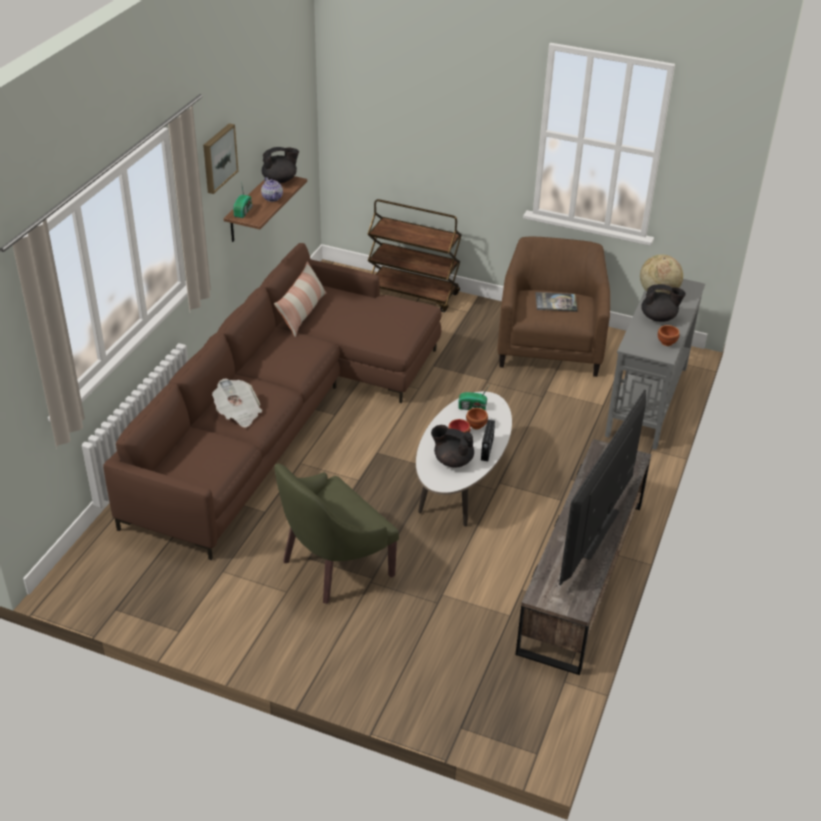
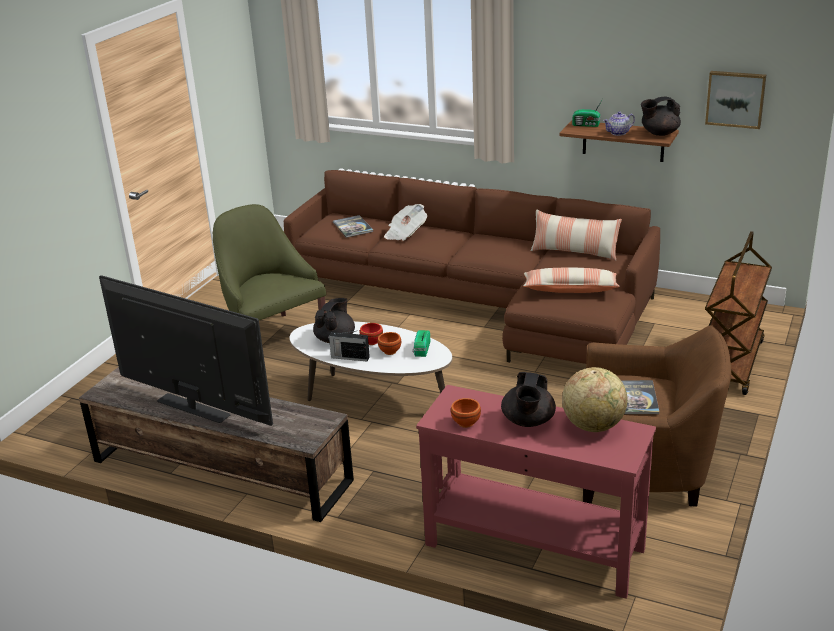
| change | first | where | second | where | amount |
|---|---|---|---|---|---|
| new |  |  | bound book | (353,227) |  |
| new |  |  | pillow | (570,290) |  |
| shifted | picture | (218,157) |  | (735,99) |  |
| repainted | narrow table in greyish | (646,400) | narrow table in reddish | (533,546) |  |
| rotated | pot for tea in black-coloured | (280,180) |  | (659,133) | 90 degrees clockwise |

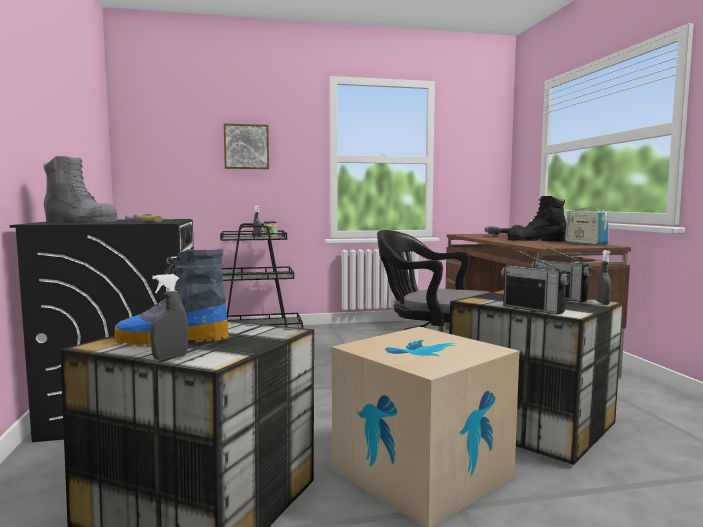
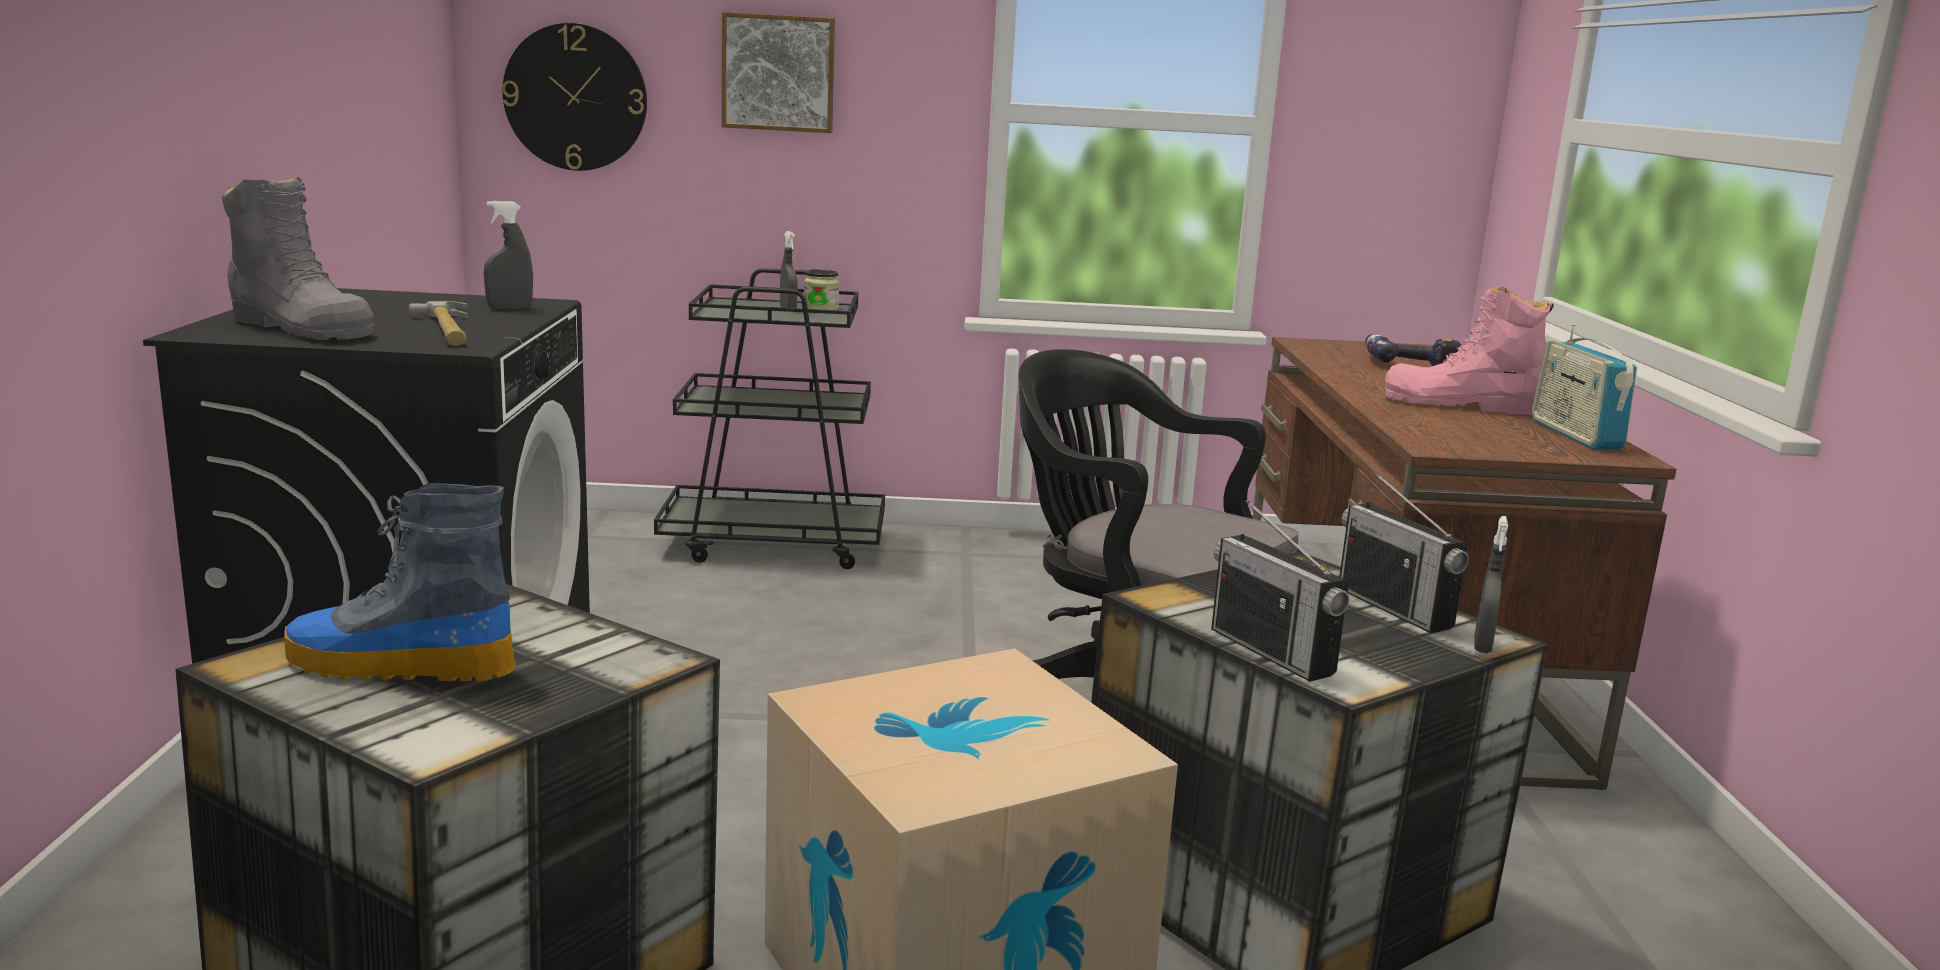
| change | first | where | second | where | amount |
|---|---|---|---|---|---|
| new |  |  | clock on the wall | (575,97) |  |
| shifted | spray bottle in greyish | (170,357) |  | (509,308) |  |
| repainted | tall boot in black-coloured | (536,240) | tall boot in pink-coloured | (1461,405) |  |

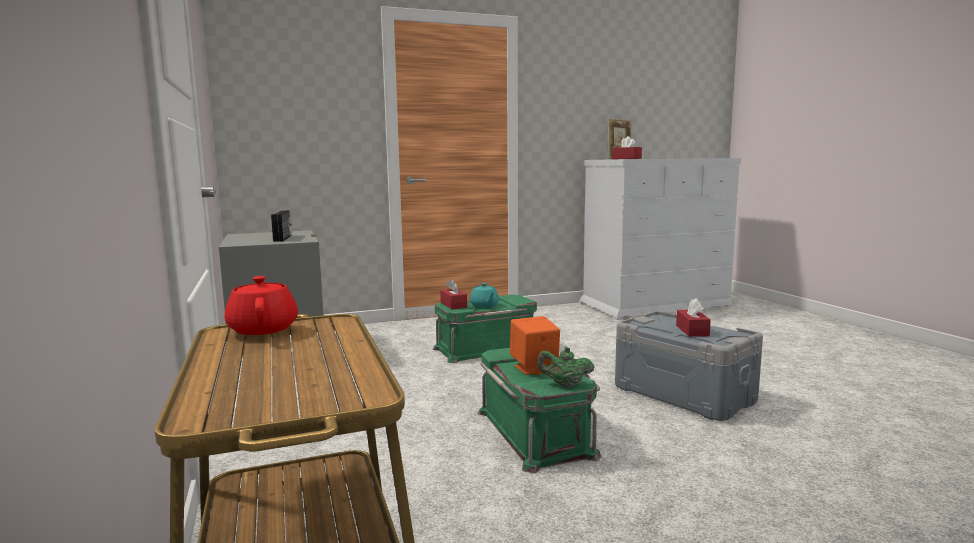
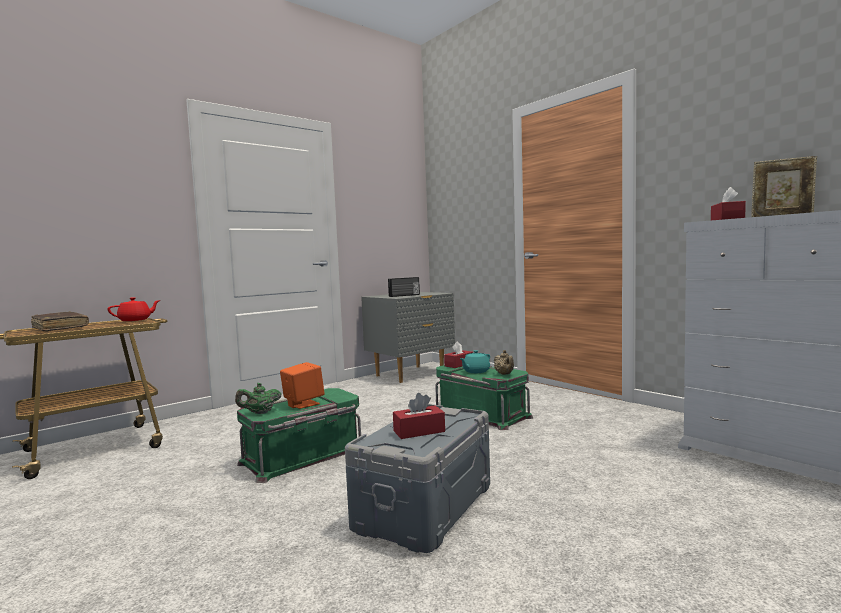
| change | first | where | second | where | amount |
|---|---|---|---|---|---|
| new |  |  | bound book in brown-coloured | (60,327) |  |
| new |  |  | pot for tea in beige-coloured | (504,374) |  |
| rotated | pot for tea in greenish | (565,384) |  | (260,413) | 105 degrees counterclockwise |

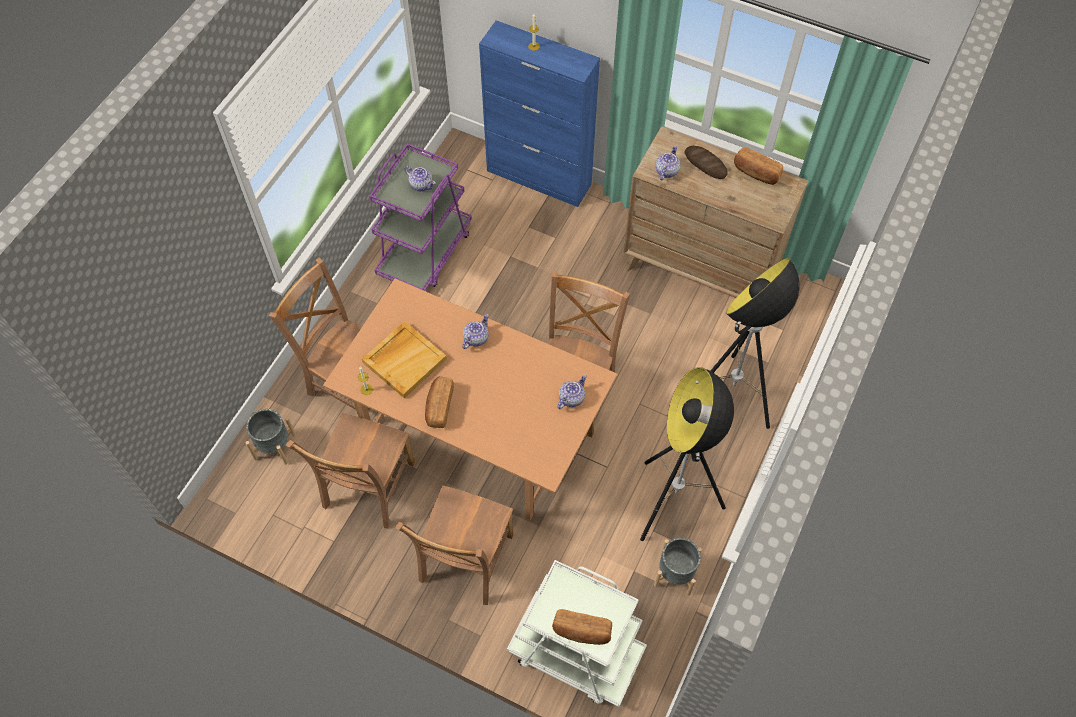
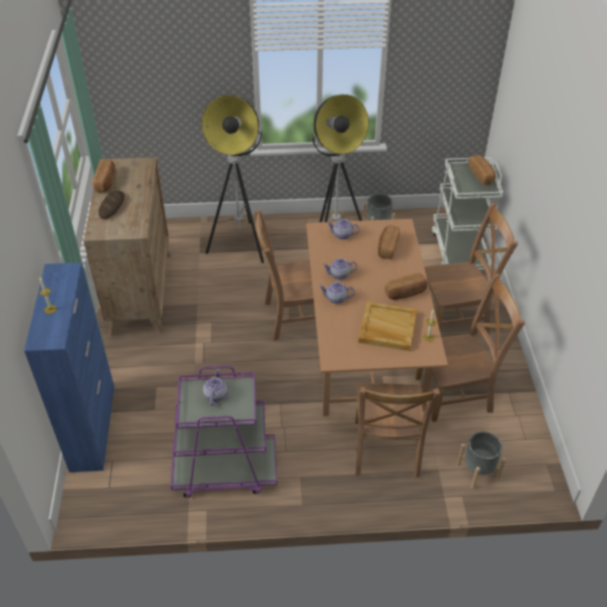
| change | first | where | second | where | amount |
|---|---|---|---|---|---|
| new |  |  | bakery bread | (387,247) |  |
| shifted | pot for tea | (666,171) |  | (339,275) |  |

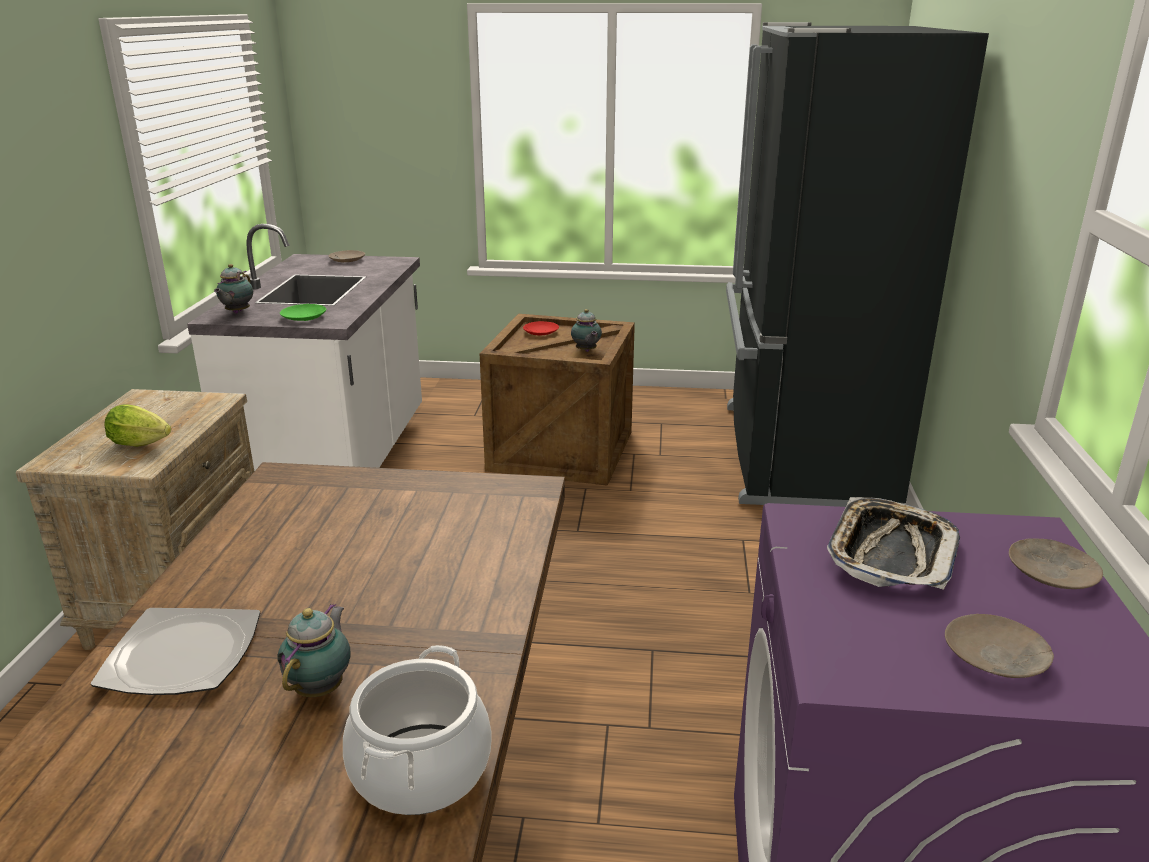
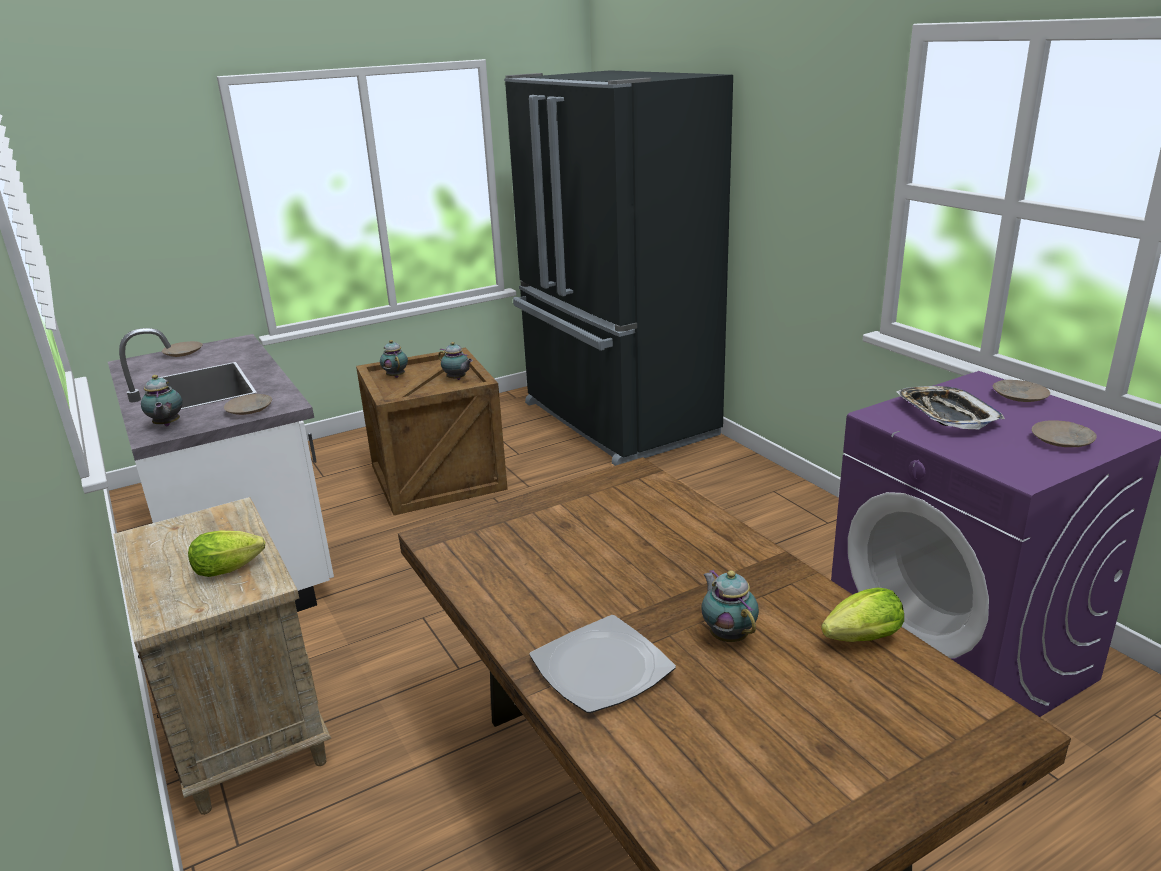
| change | first | where | second | where | amount |
|---|---|---|---|---|---|
| swapped | saucepot | (421,769) | lettuce head | (858,640) |  |
| swapped | dinner plate in reddish | (540,332) | pot for tea | (396,376) |  |
| repainted | dinner plate in greenish | (304,317) | dinner plate in beige-coloured | (250,409) |  |

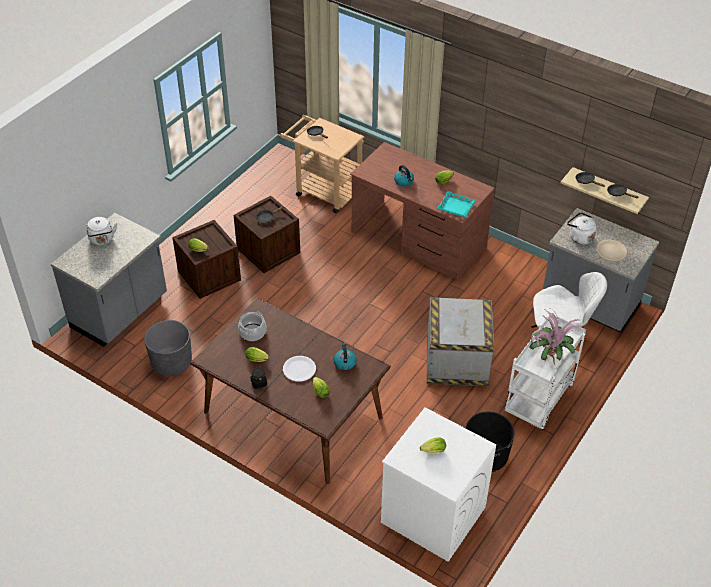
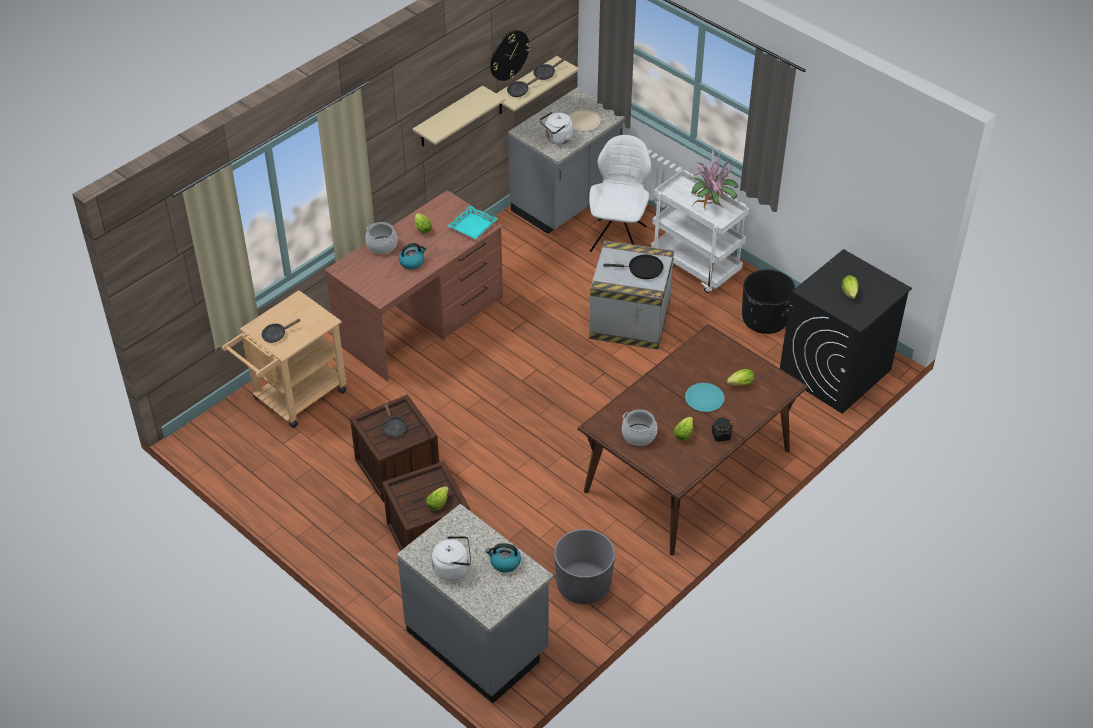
| change | first | where | second | where | amount |
|---|---|---|---|---|---|
| new |  |  | saucepot | (382,245) |  |
| new |  |  | wall shelf in beige-coloured | (448,118) |  |
| new |  |  | clock on the wall | (509,55) |  |
| new |  |  | pan in black-coloured | (643,269) |  |
| shifted | kettle | (344,362) |  | (504,562) |  |
| repainted | dinner plate in white-coloured | (299,369) | dinner plate in blue-green | (704,398) |  |
| repainted | laundry appliance in white-coloured | (432,514) | laundry appliance in black-coloured | (834,372) |  |

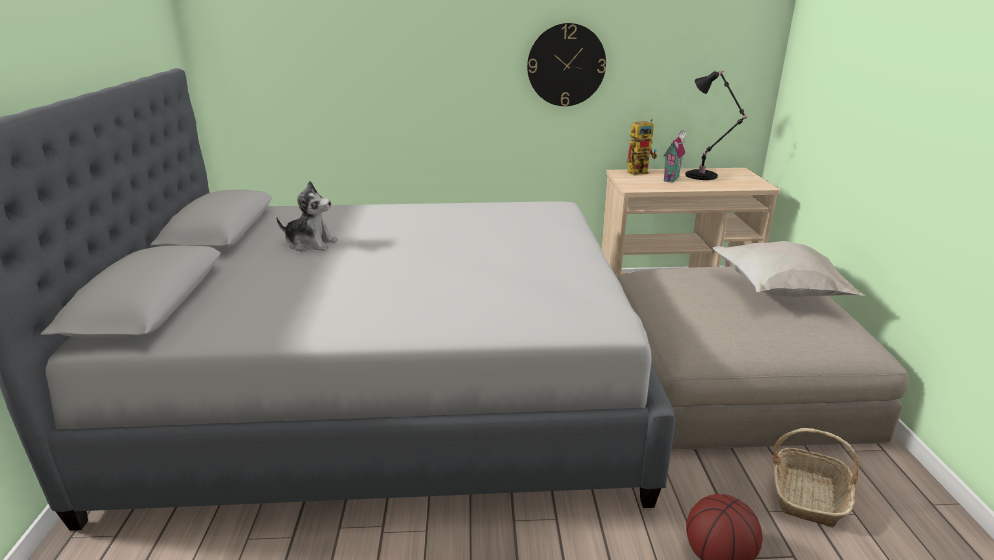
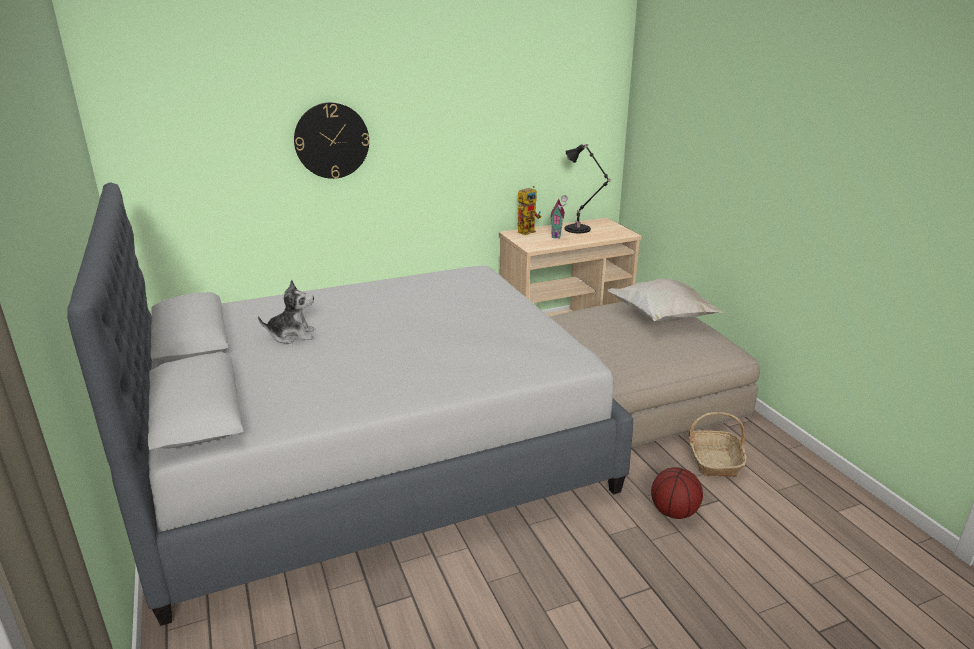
| change | first | where | second | where | amount |
|---|---|---|---|---|---|
| shifted | clock on the wall | (566,65) |  | (331,140) |  |

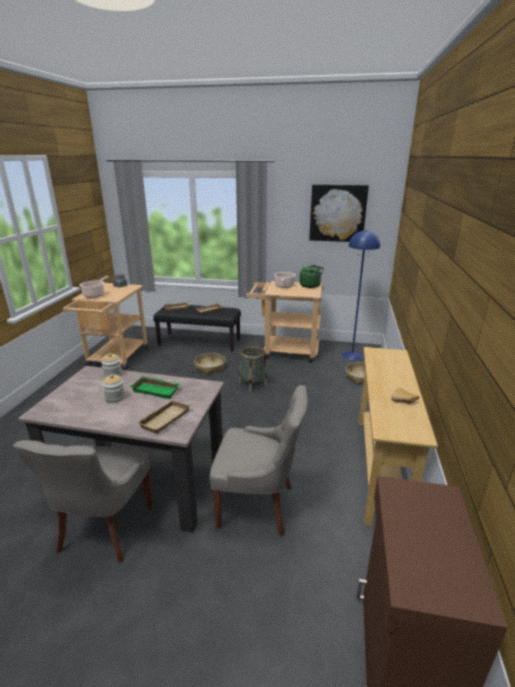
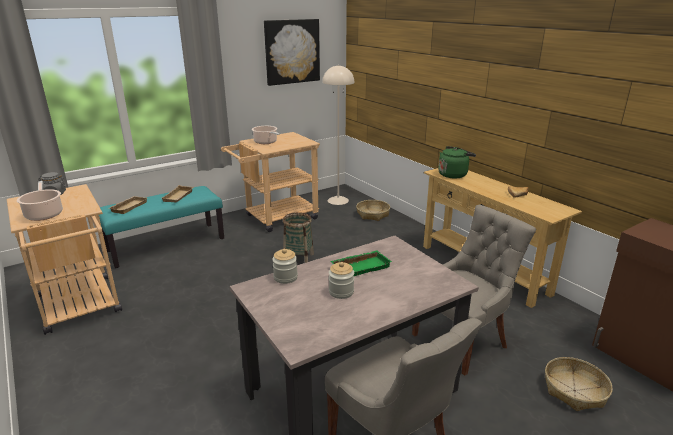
| change | first | where | second | where | amount |
|---|---|---|---|---|---|
| gone | tray in beige-coloured | (164,418) |  |  |  |
| shifted | household basket | (210,367) |  | (574,390) |  |
| shifted | kettle in greenish | (311,286) |  | (453,174) |  |
| repainted | bench in black-coloured | (200,342) | bench in blue-green | (167,244) |  |
| repainted | floor lamp in bluish | (352,355) | floor lamp in beige-coloured | (338,200) |  |

